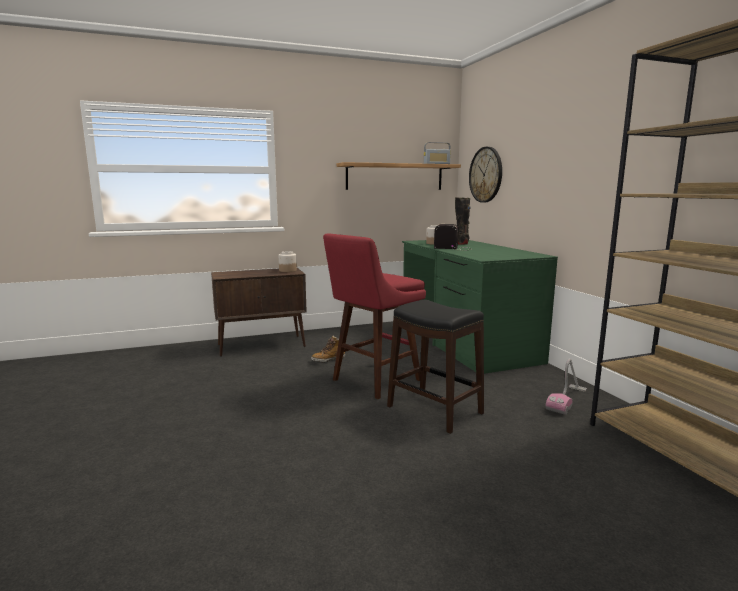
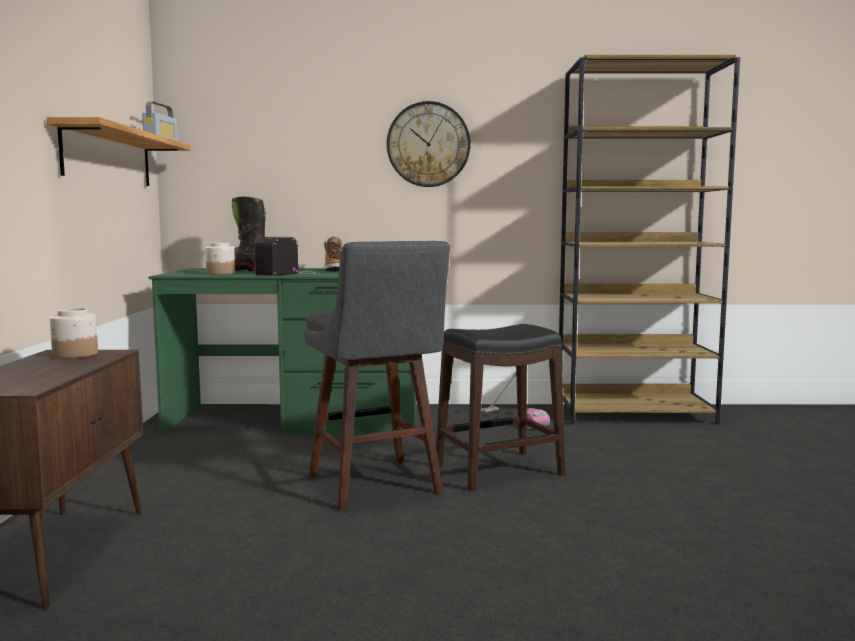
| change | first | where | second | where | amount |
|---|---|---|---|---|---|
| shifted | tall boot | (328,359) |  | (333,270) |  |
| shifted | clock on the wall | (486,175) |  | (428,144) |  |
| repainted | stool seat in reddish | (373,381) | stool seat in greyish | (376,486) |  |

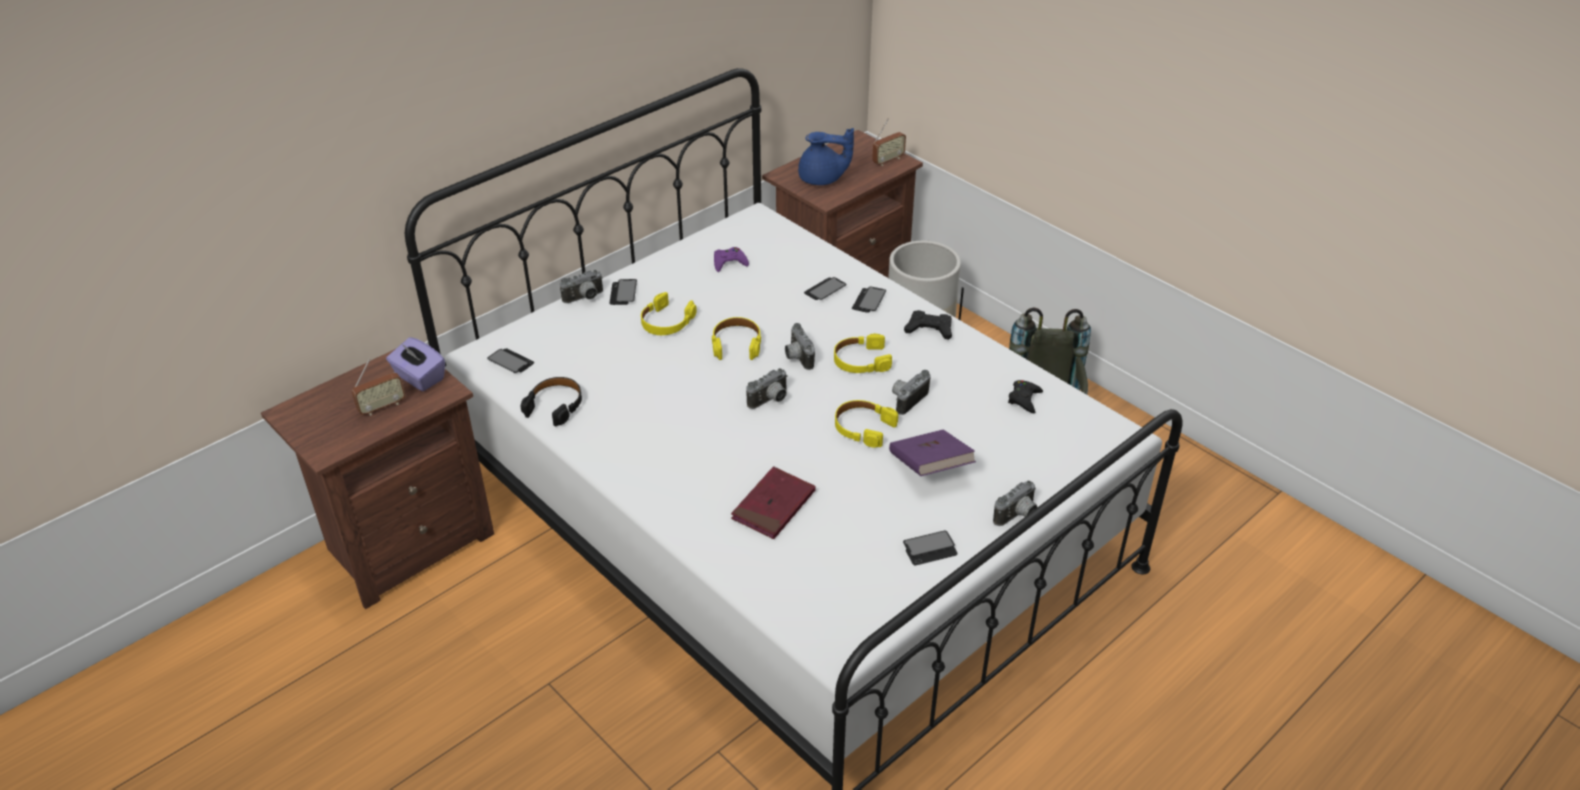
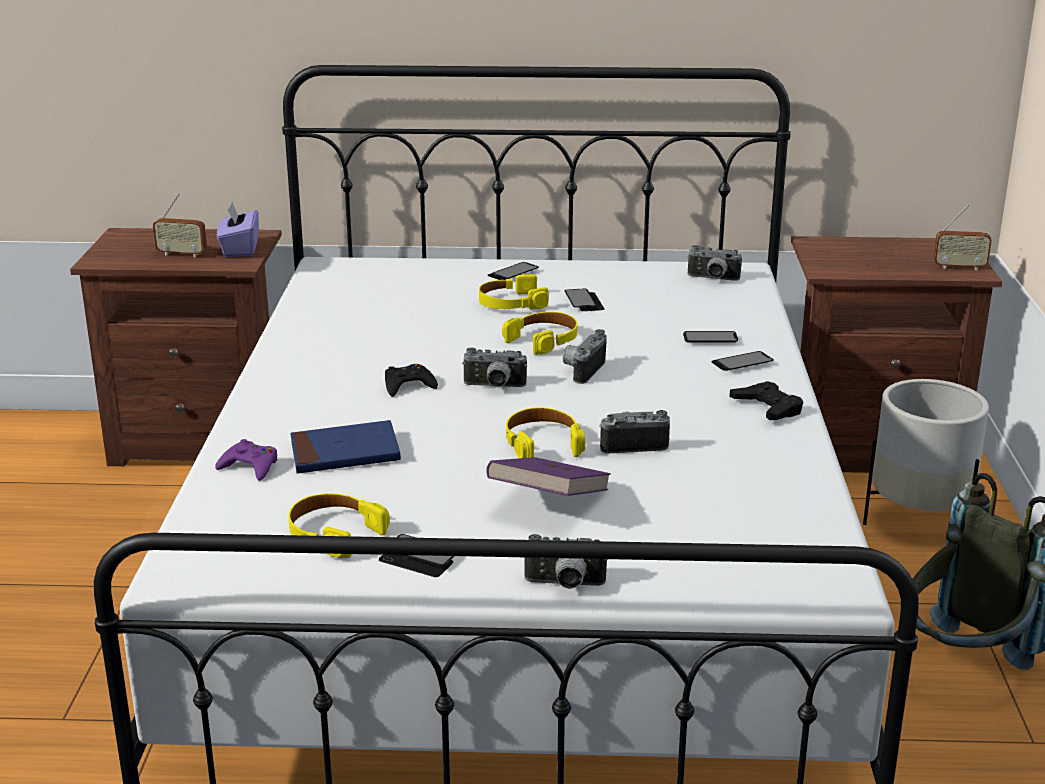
| change | first | where | second | where | amount |
|---|---|---|---|---|---|
| gone | pair of headphones in black-coloured | (555,406) |  |  |  |
| gone | pot for tea in bluish | (822,179) |  |  |  |
| shifted | phone | (511,362) |  | (584,302) |  |
| shifted | photo camera | (585,298) |  | (712,279) |  |
| shifted | gamepad in purple-coloured | (729,262) |  | (250,466) |  |
| shifted | pair of headphones in yellow | (861,361) |  | (334,533) |  |
| shifted | gamepad in black-coloured | (1024,399) |  | (408,386) |  |
| repainted | bound book in reddish | (773,506) | bound book in bluish | (345,453) |  |

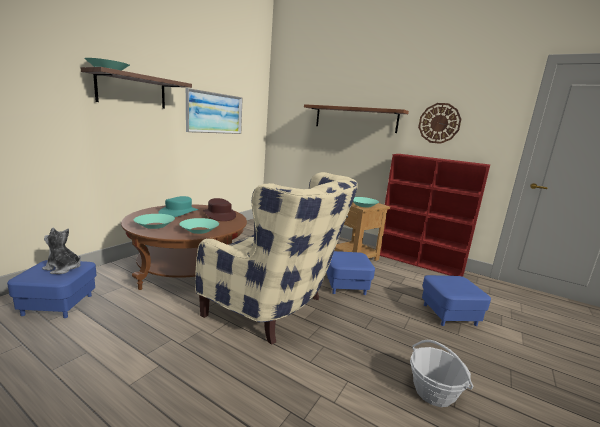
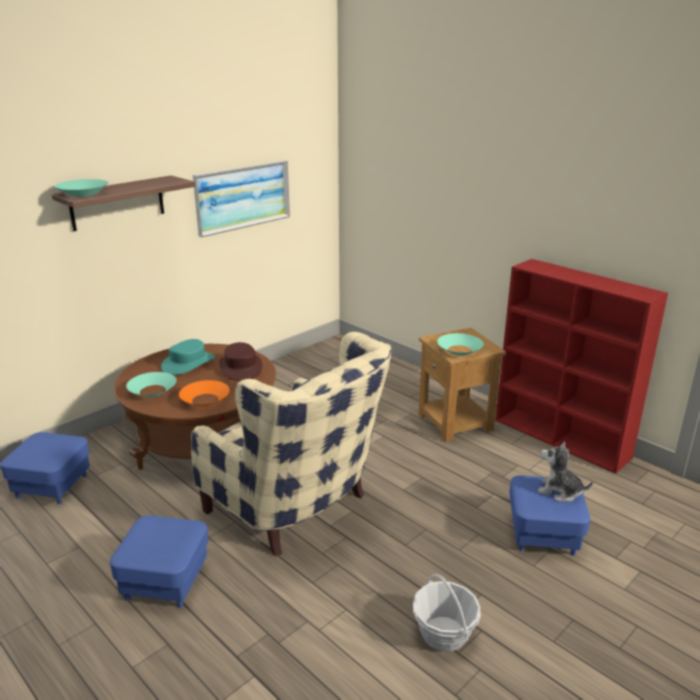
| change | first | where | second | where | amount |
|---|---|---|---|---|---|
| gone | wall shelf in brown-coloured | (355,118) |  |  |  |
| gone | clock on the wall | (439,123) |  |  |  |
| shifted | plush toy | (63,268) |  | (559,491) |  |
| shifted | pouffe in bluish | (346,285) |  | (165,581) |  |
| repainted | deep dish in blue-green | (199,230) | deep dish in orange | (205,400) |  |

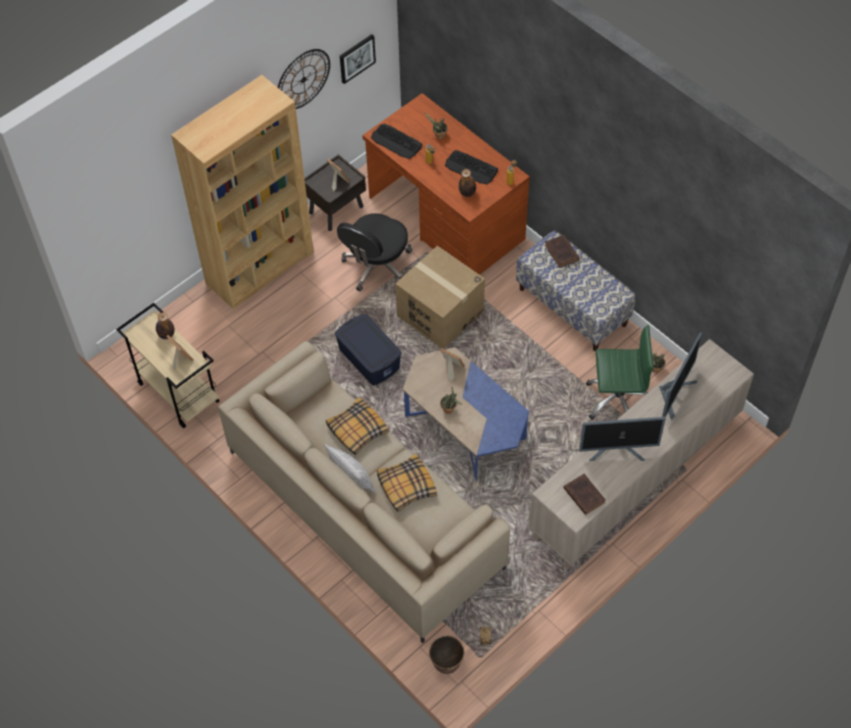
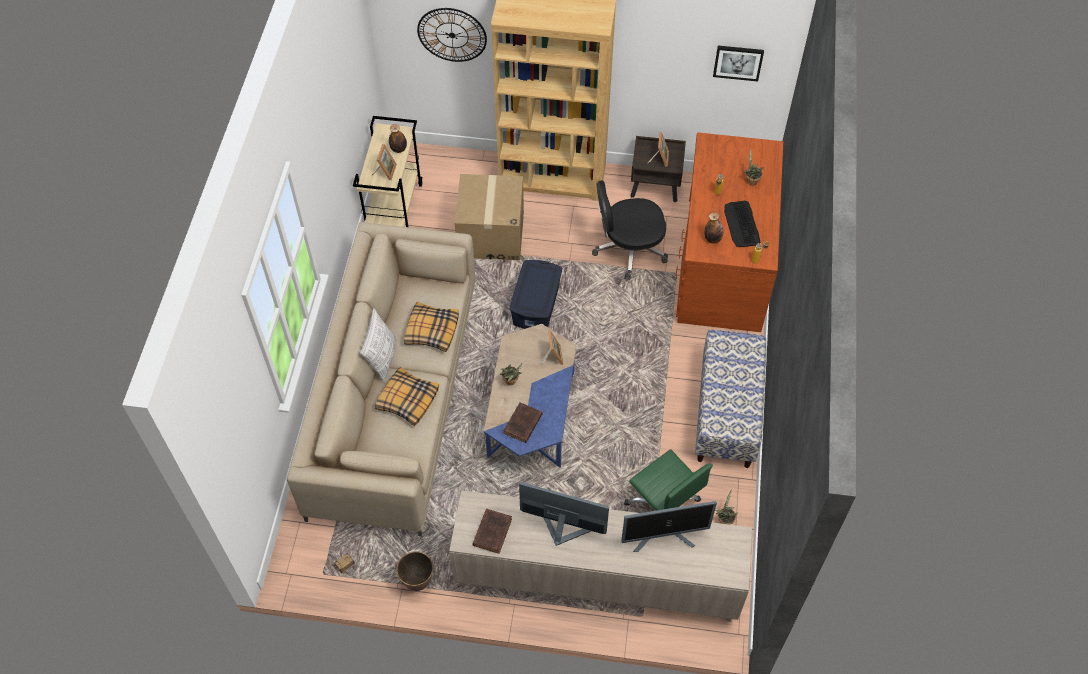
| change | first | where | second | where | amount |
|---|---|---|---|---|---|
| gone | keyboard | (396,142) |  |  |  |
| shifted | clock on the wall | (303,79) |  | (452,35) |  |
| shifted | packing box | (440,314) |  | (491,234) |  |
| shifted | planter | (446,664) |  | (417,581) |  |
| shifted | bound book in brown-coloured | (562,253) |  | (522,425) |  |
| rotated | computer screen | (617,450) |  | (562,529) | 150 degrees clockwise |

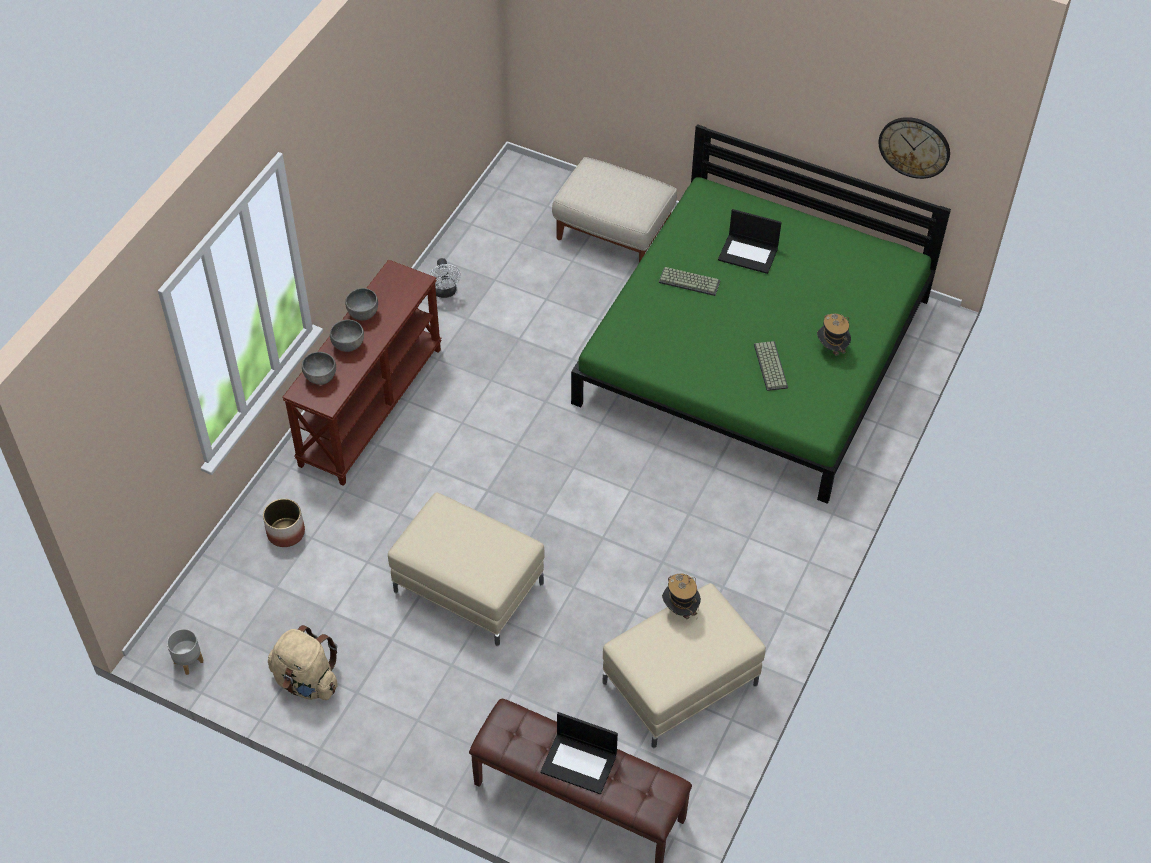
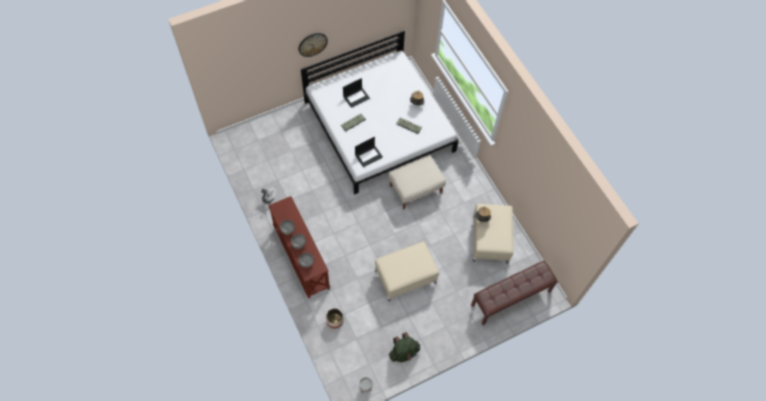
| change | first | where | second | where | amount |
|---|---|---|---|---|---|
| shifted | notebook computer | (580,763) |  | (368,155) |  |
| shifted | pouffe in beige-coloured | (613,233) |  | (416,189) |  |
| shifted | clock on the wall | (914,147) |  | (312,44) |  |
| repainted | knapsack in beige-coloured | (306,681) | knapsack in greenish | (404,352) |  |
| repainted | bedroom bed in greenish | (754,351) | bedroom bed in white-coloured | (379,126) |  |

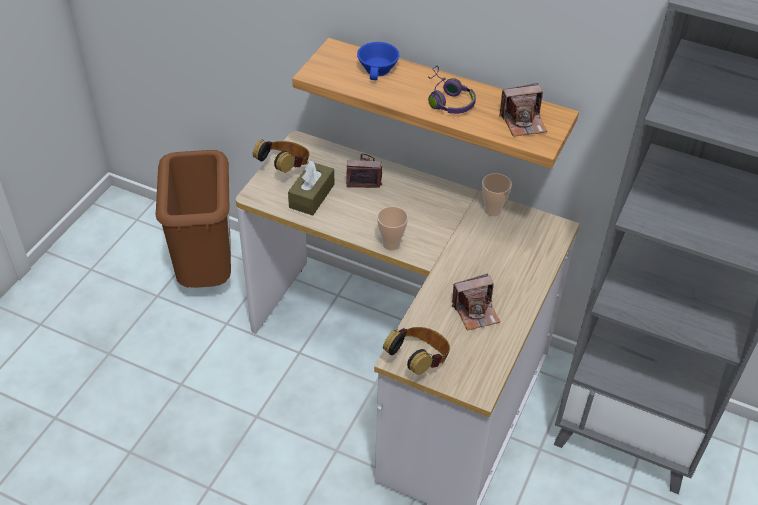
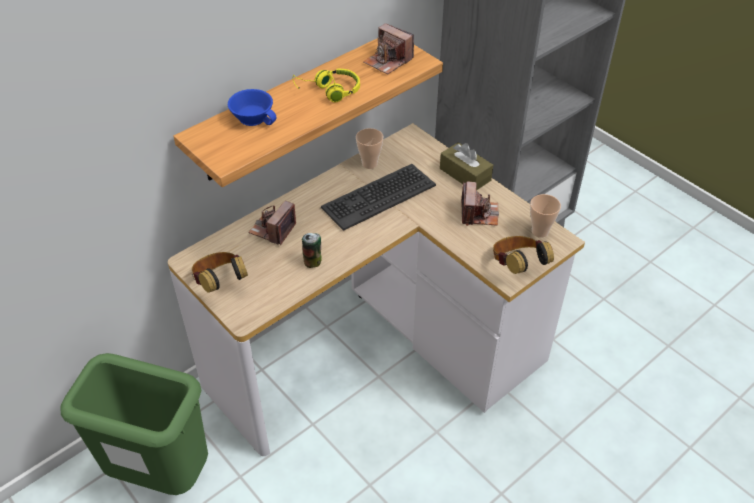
| change | first | where | second | where | amount |
|---|---|---|---|---|---|
| new |  |  | metal can | (313,261) |  |
| new |  |  | keyboard | (378,196) |  |
| shifted | tissue holder in brown-coloured | (312,196) |  | (465,174) |  |
| shifted | cup | (391,244) |  | (540,231) |  |
| repainted | waste bin in brown-coloured | (208,274) | waste bin in greenish | (162,474) |  |
| repainted | pair of headphones in purple-coloured | (447,100) | pair of headphones in yellow | (329,91) |  |
| rotated | photo camera | (523,122) |  | (388,61) | 120 degrees clockwise |

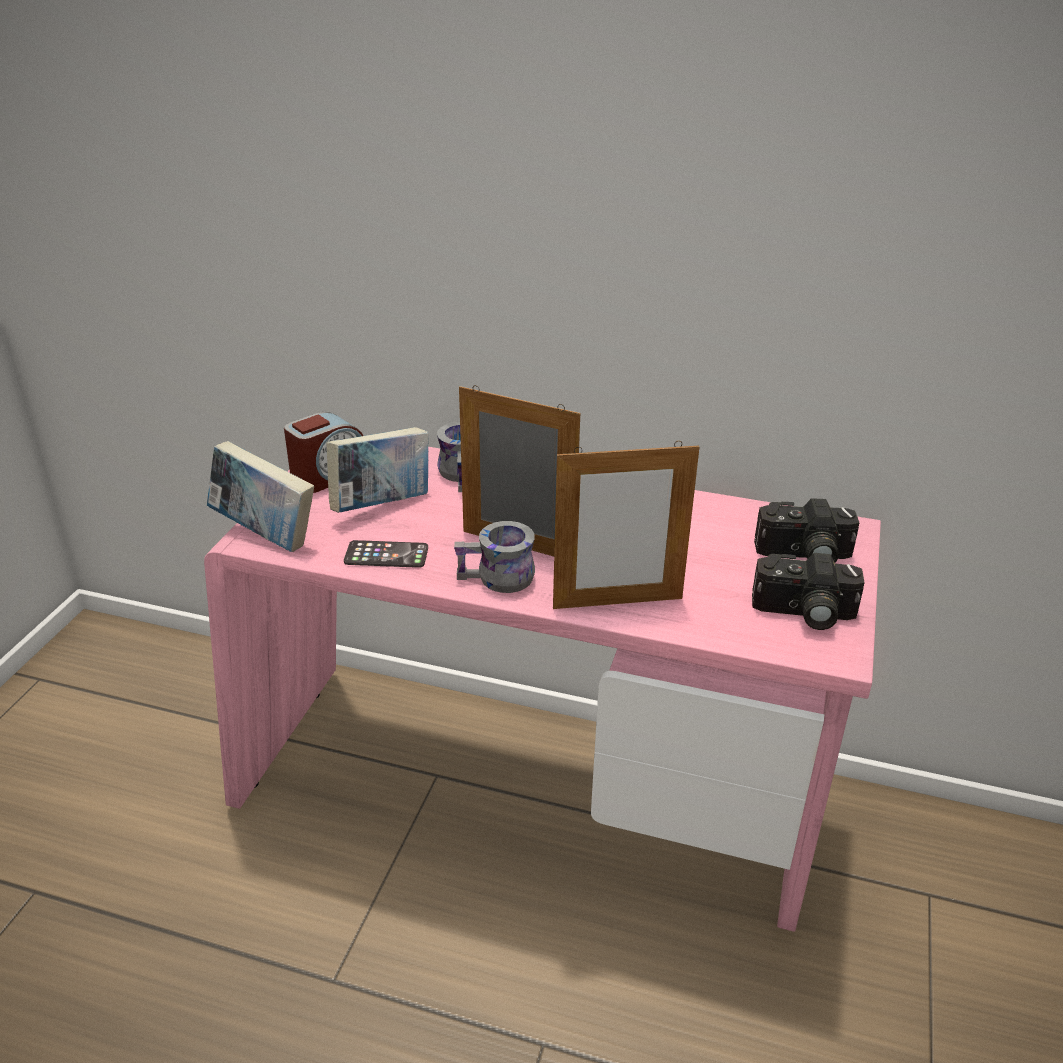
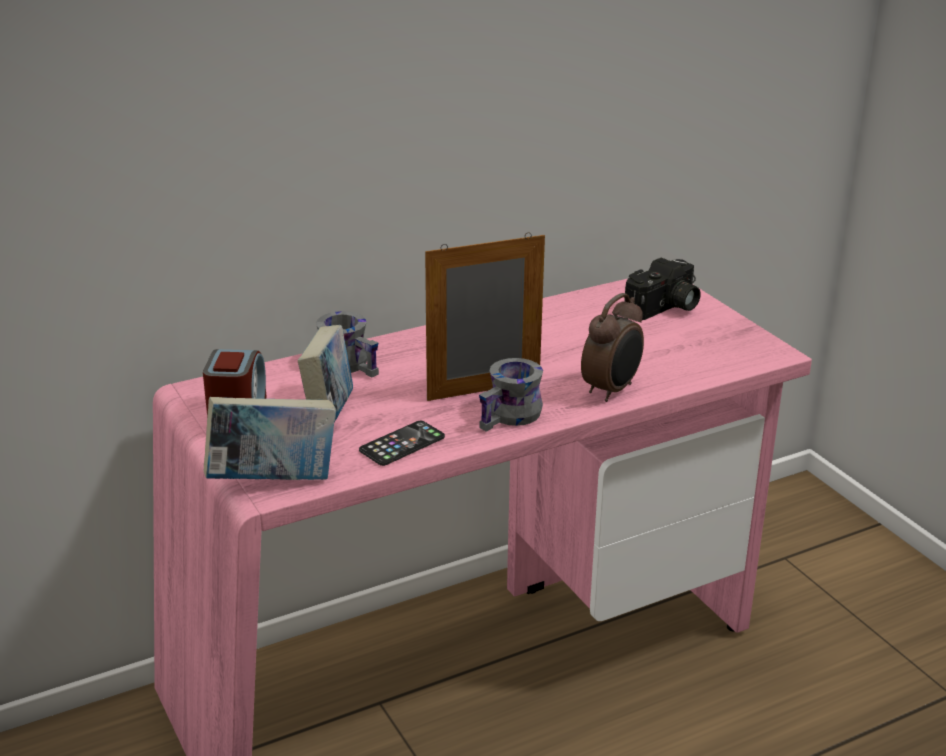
| change | first | where | second | where | amount |
|---|---|---|---|---|---|
| gone | photo camera | (803,613) |  |  |  |
| swapped | standing frame | (617,603) | bedside clock | (612,390) |  |

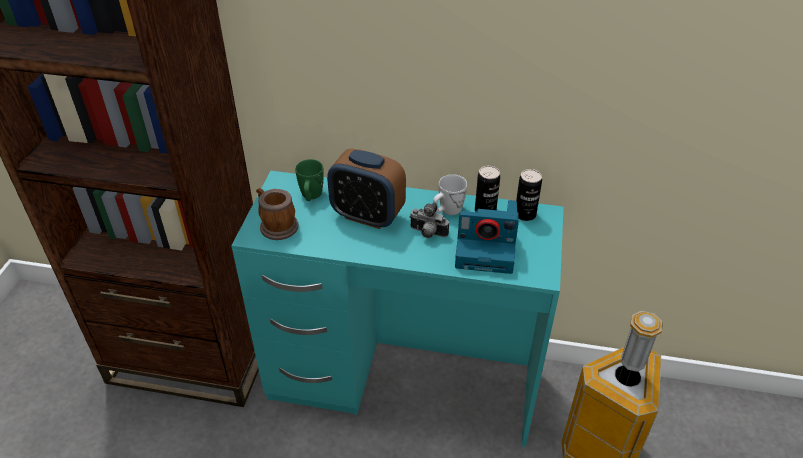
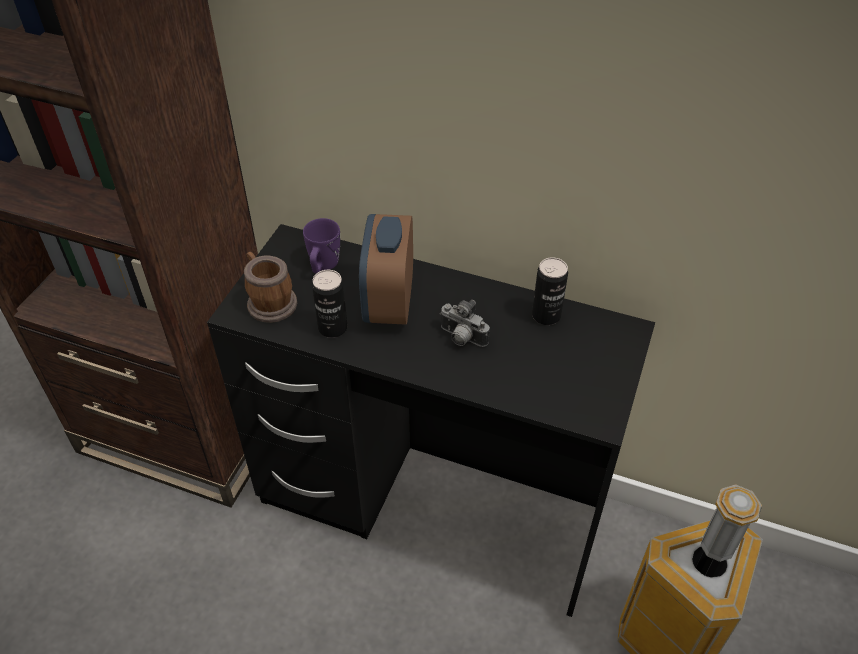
| change | first | where | second | where | amount |
|---|---|---|---|---|---|
| gone | coffee mug in white-coloured | (447,210) |  |  |  |
| gone | photo camera | (487,249) |  |  |  |
| shifted | metal can | (525,214) |  | (332,328) |  |
| repainted | desk in blue-green | (402,382) | desk in black-coloured | (431,505) |  |
| repainted | coffee mug in greenish | (311,196) | coffee mug in purple-coloured | (323,266) |  |
| rotated | bedside clock | (367,216) |  | (389,303) | 60 degrees clockwise |

